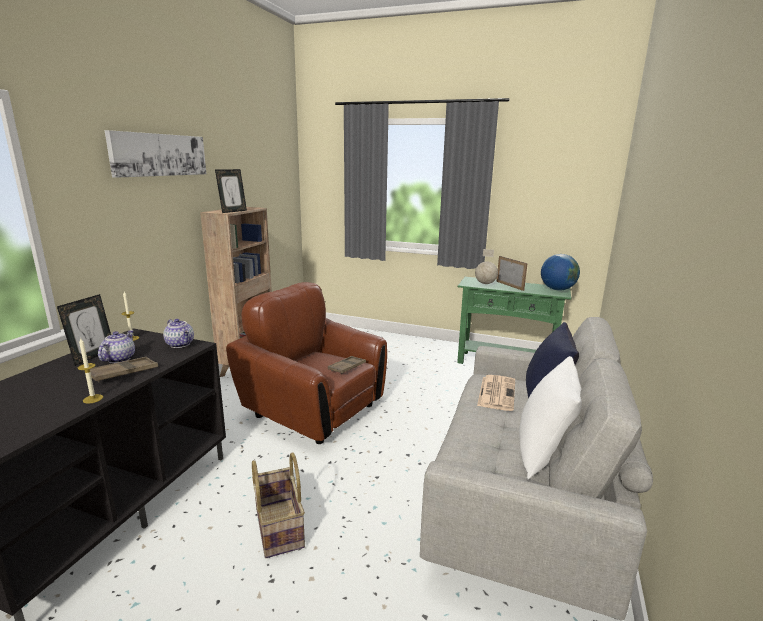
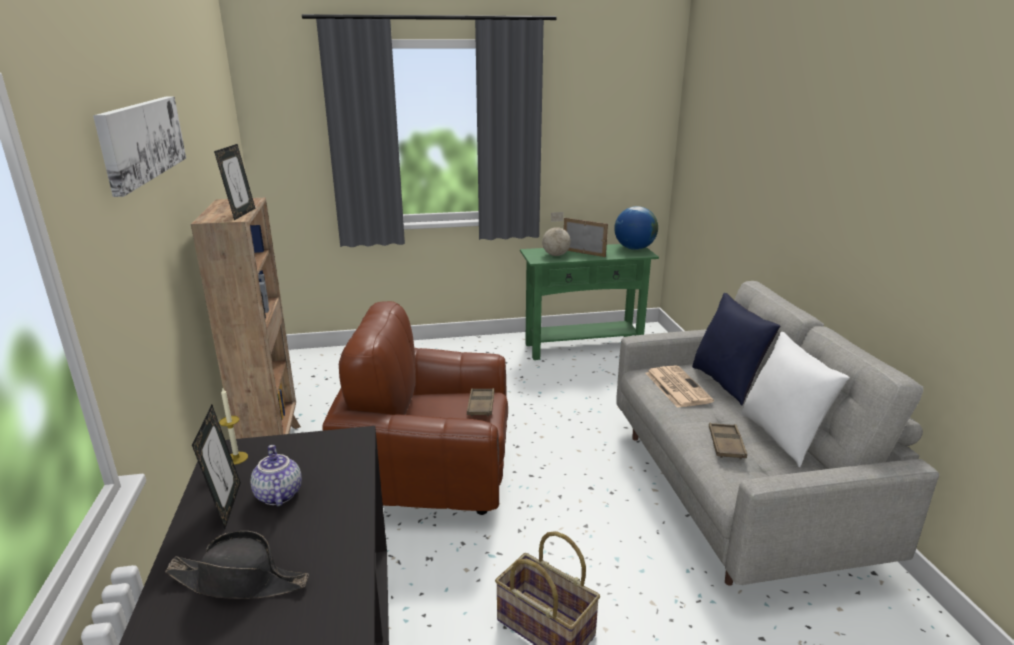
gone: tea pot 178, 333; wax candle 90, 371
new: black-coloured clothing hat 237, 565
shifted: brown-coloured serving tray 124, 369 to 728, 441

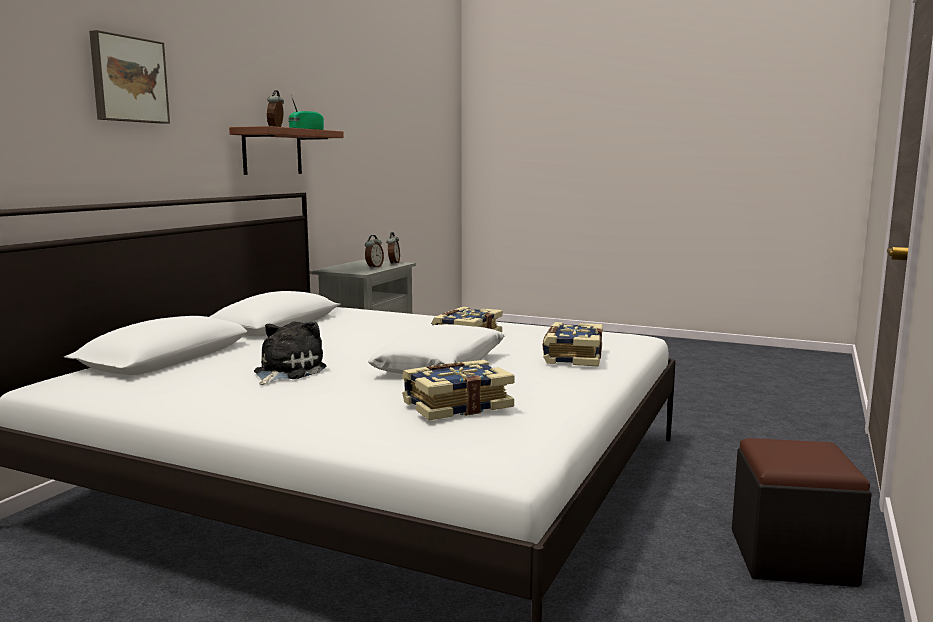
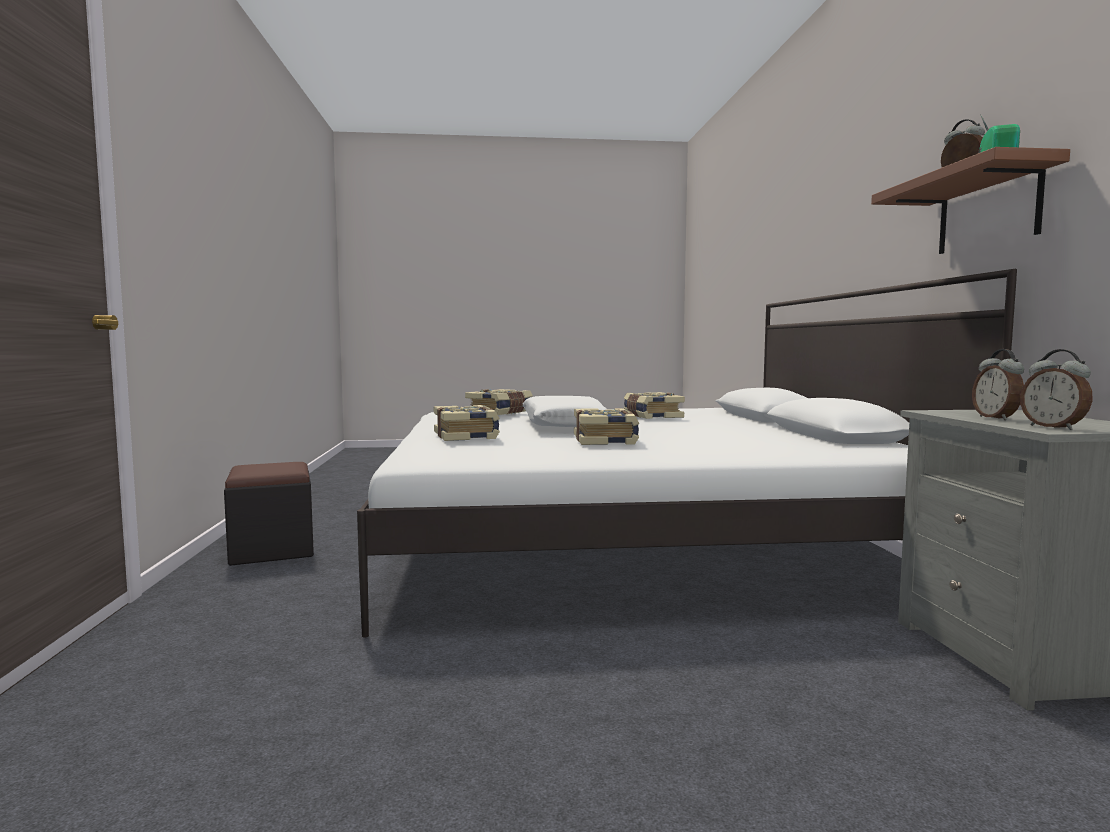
gone: wall picture 129, 77
swapped: cuddly toy 290, 353 to bound book 654, 405

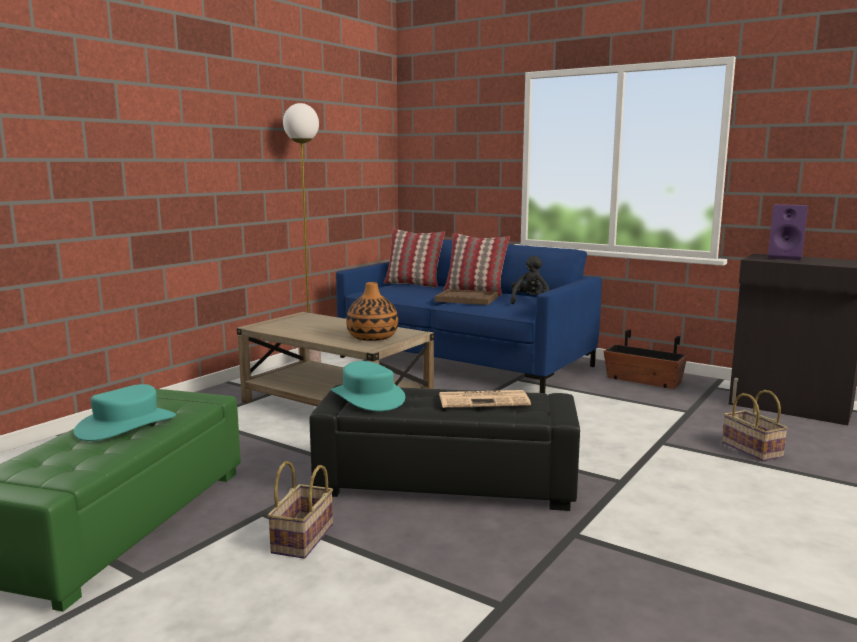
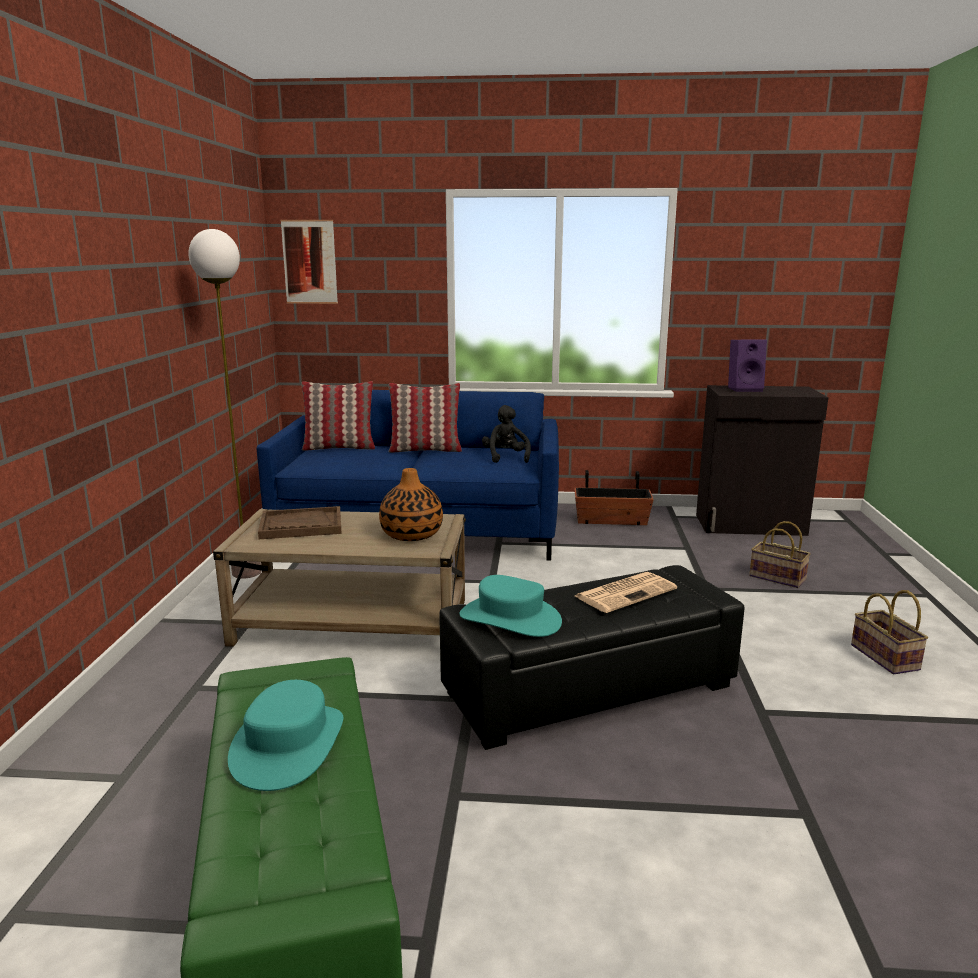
new: wall picture 309, 262
shifted: brown-coloured serving tray 466, 297 to 300, 522; storage basket 300, 510 to 889, 632

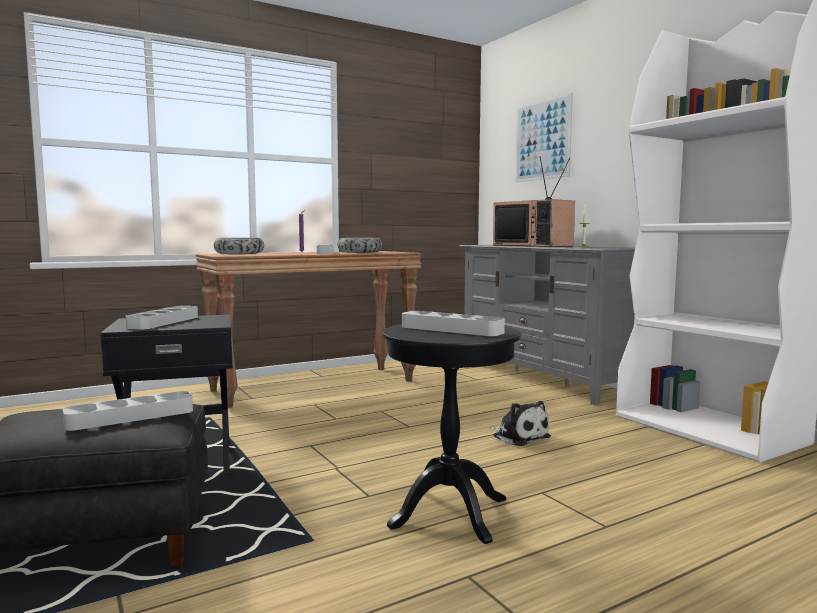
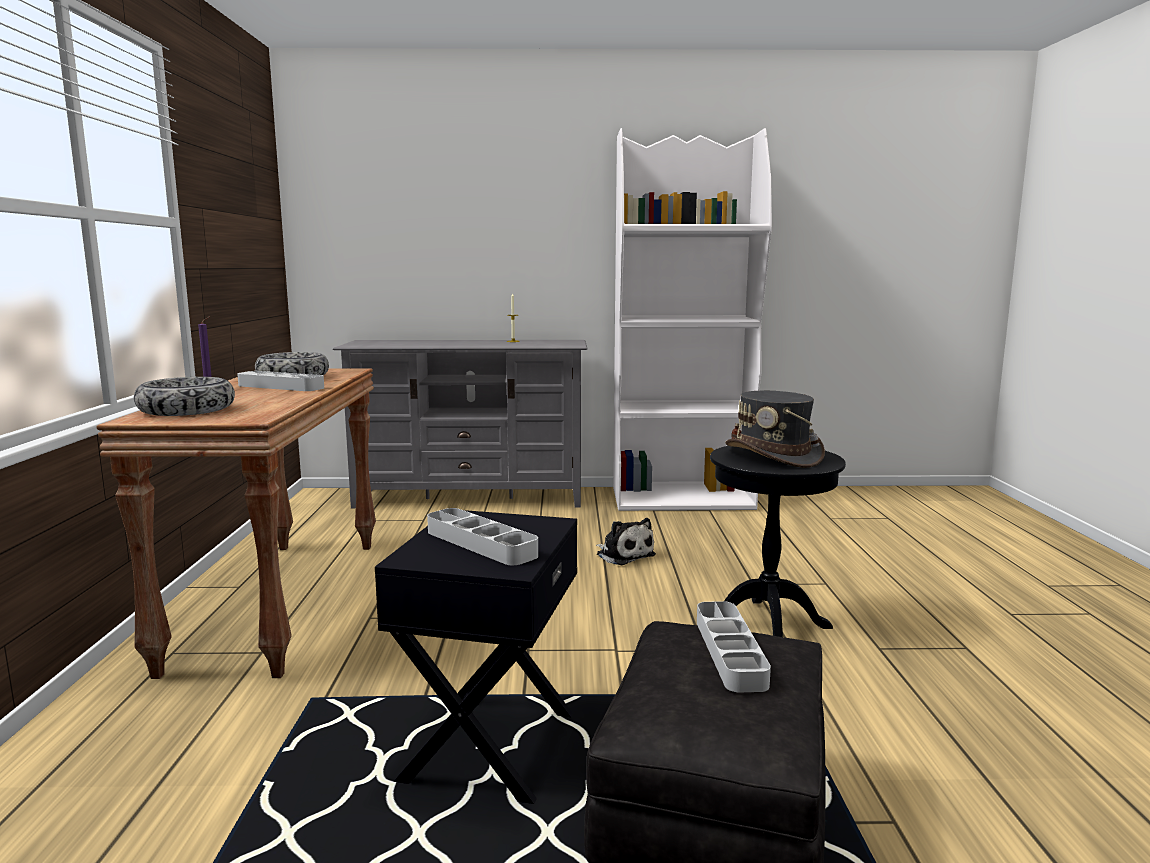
gone: wall picture 544, 137; TV set 534, 202
swapped: gray serving tray 453, 323 to gray clothing hat 775, 429
rotated: cuddly toy 520, 423 = 626, 541 60 degrees clockwise

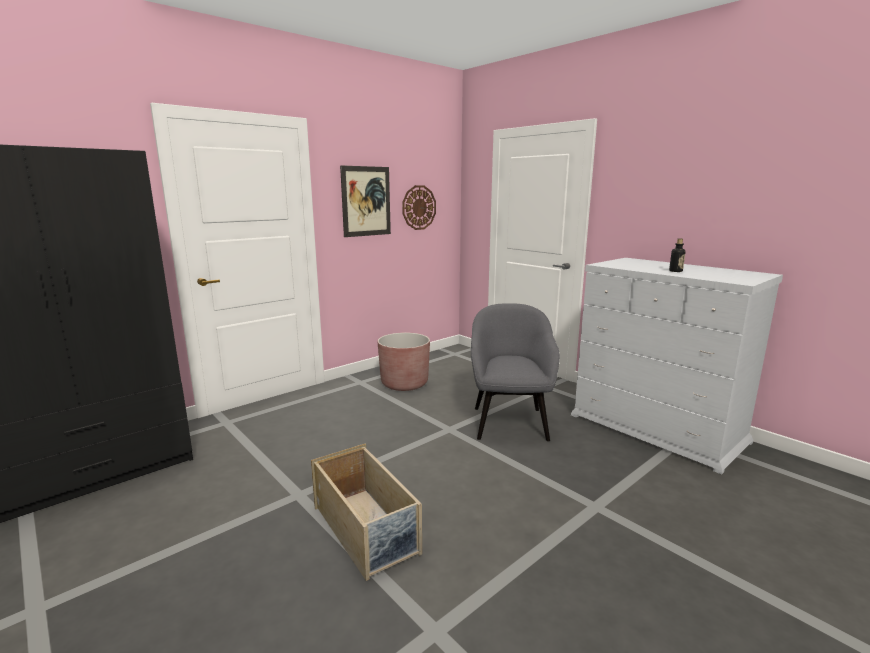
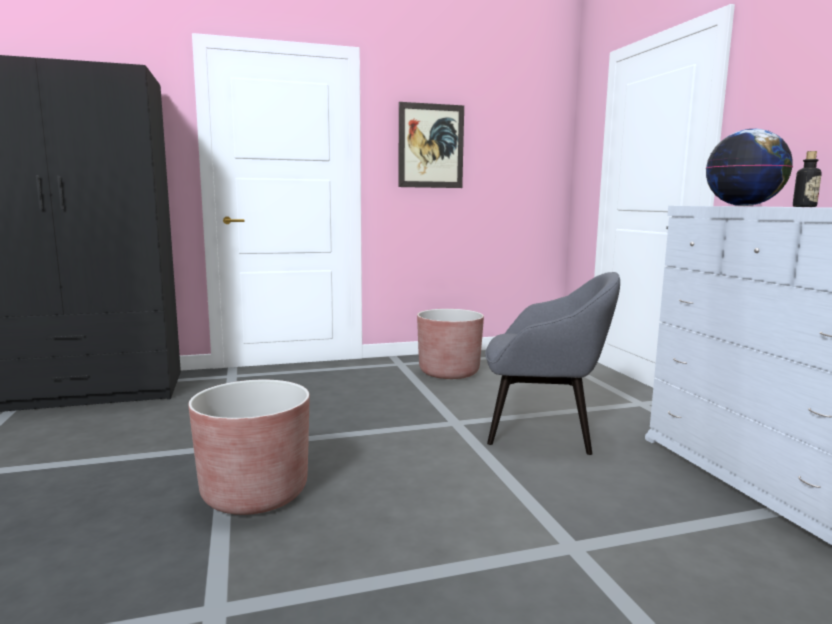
gone: hanging clock 419, 207
new: world globe 749, 167
swapped: sand-coloured storage box 366, 512 to brown-coloured plant pot 249, 447
rotated: gray armchair 515, 372 = 552, 363 75 degrees clockwise

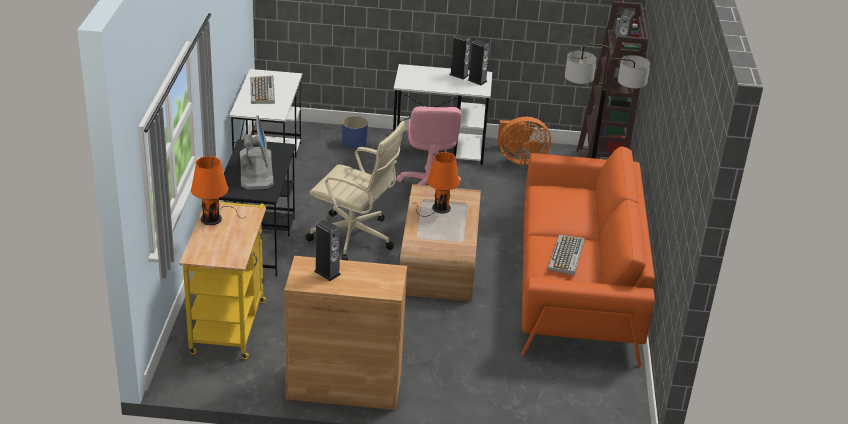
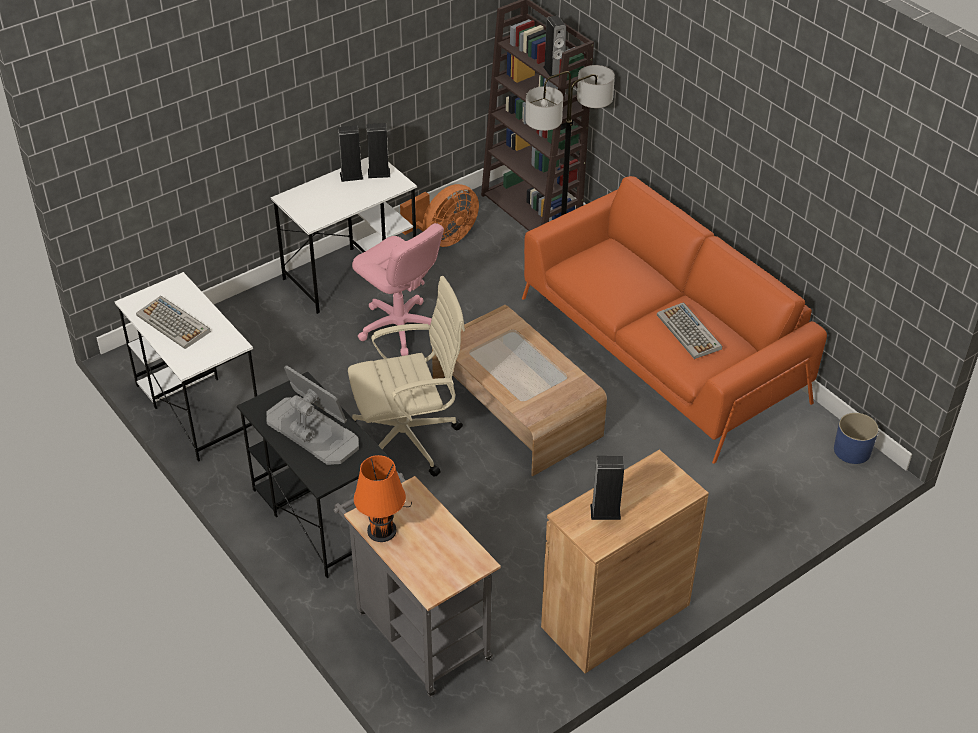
gone: orangey table lamp 436, 184
shifted: blue-coloured plant pot 355, 132 to 856, 438
repainted: yellow-coloured wheeled cart 223, 280 to gray wheeled cart 417, 584

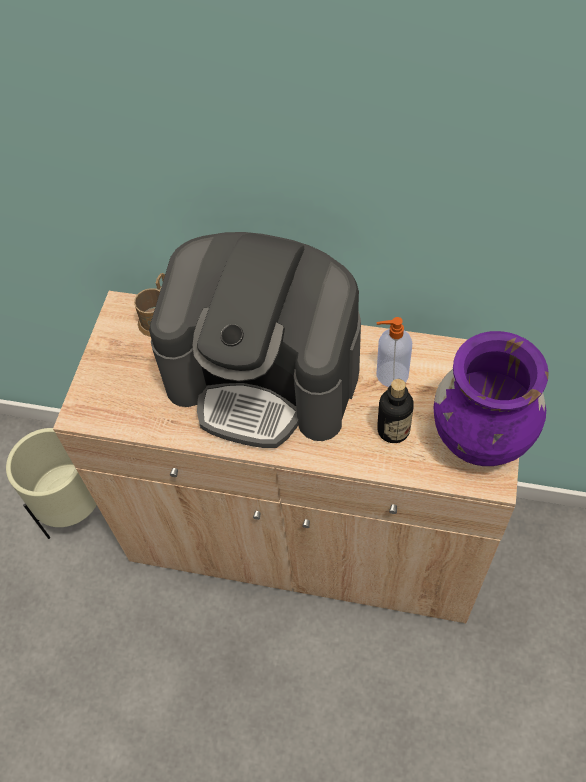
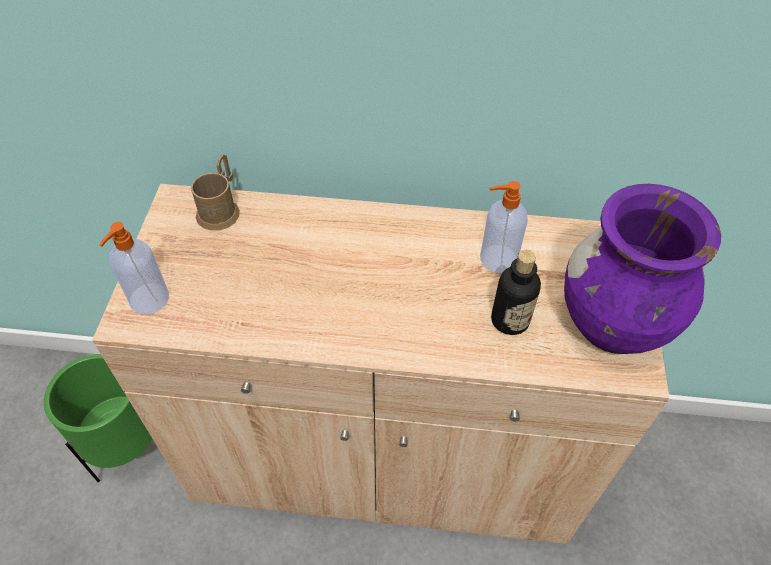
gone: coffee brewer 255, 340
new: liquid soap bottle 134, 268
repainted: sand-coloured plant pot 51, 483 to greenish plant pot 98, 418

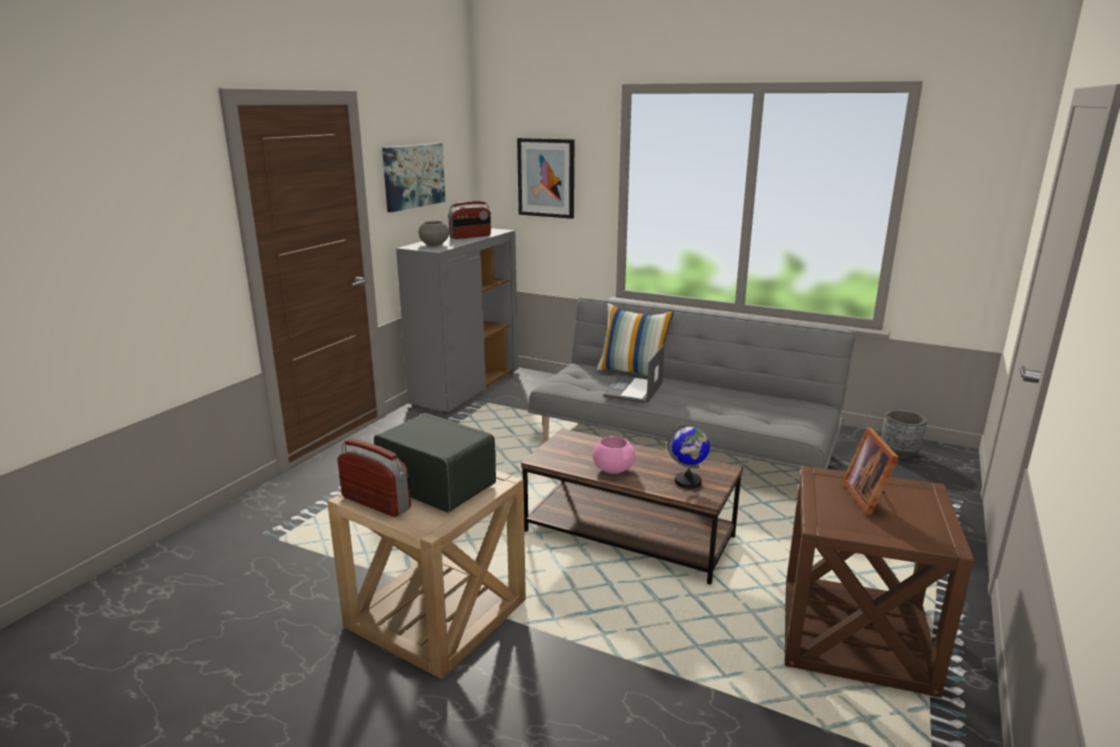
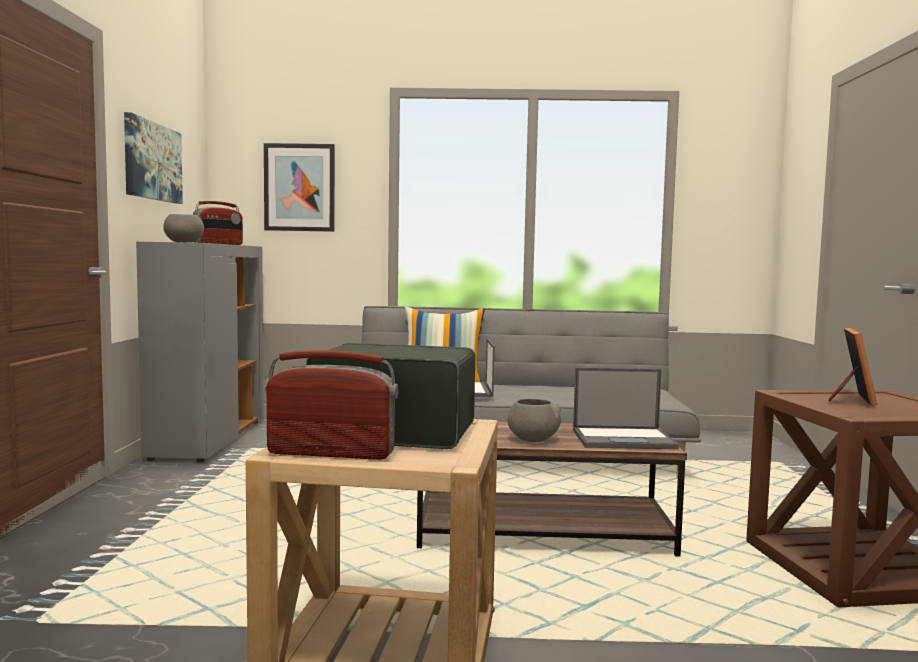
gone: gray plant pot 904, 434
swapped: world globe 688, 455 to notebook computer 626, 408
repainted: pink deep dish 614, 455 to gray deep dish 534, 420
rotated: picture frame 870, 471 = 853, 366 135 degrees counterclockwise

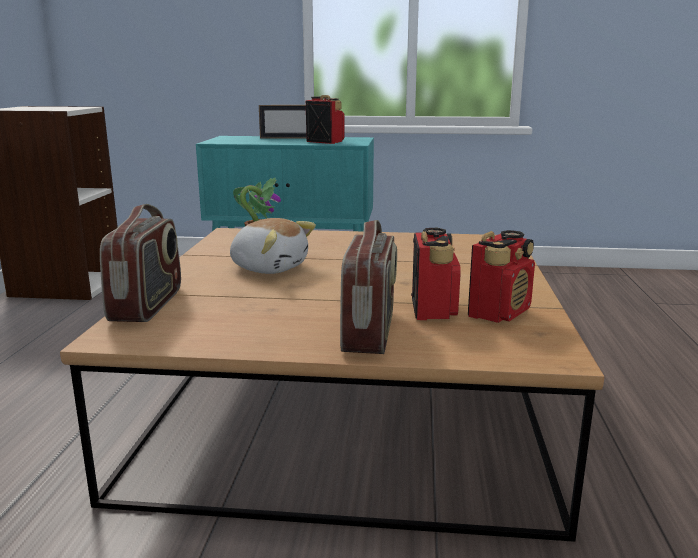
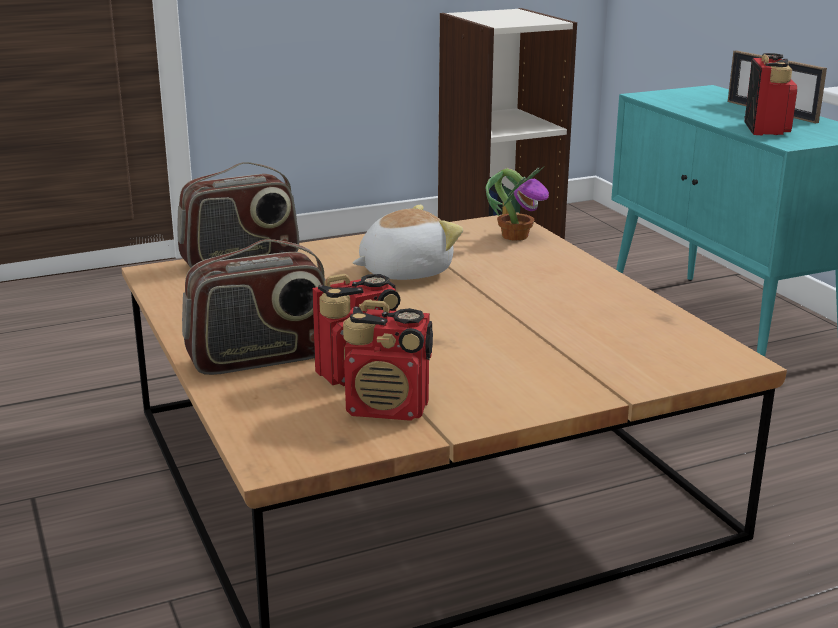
rotated: cuddly toy 273, 246 = 407, 242 120 degrees counterclockwise

